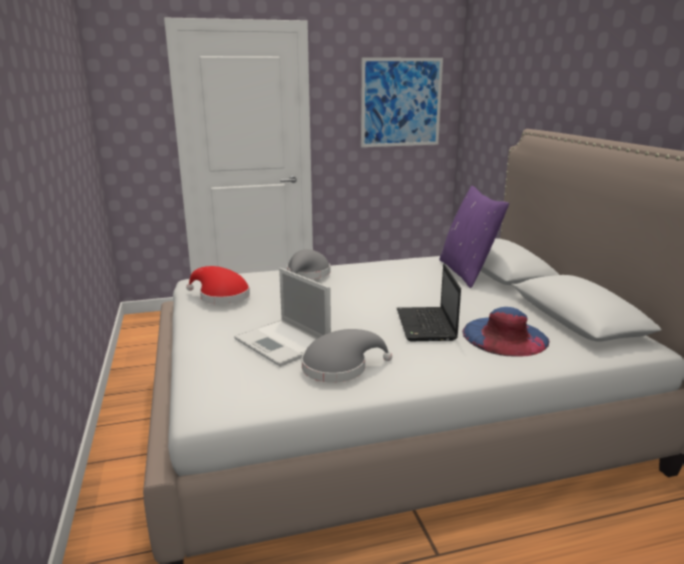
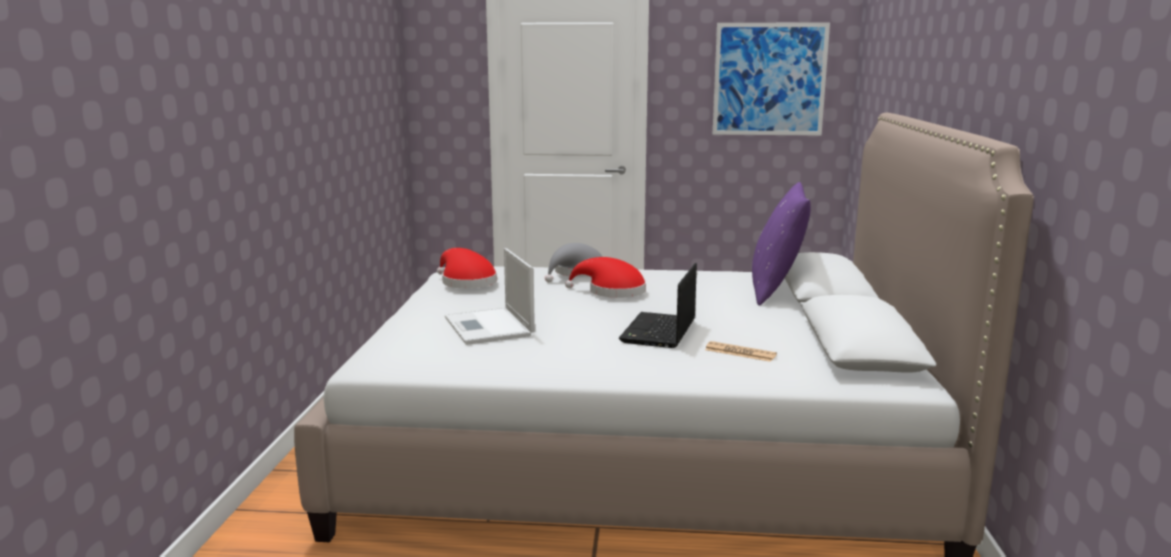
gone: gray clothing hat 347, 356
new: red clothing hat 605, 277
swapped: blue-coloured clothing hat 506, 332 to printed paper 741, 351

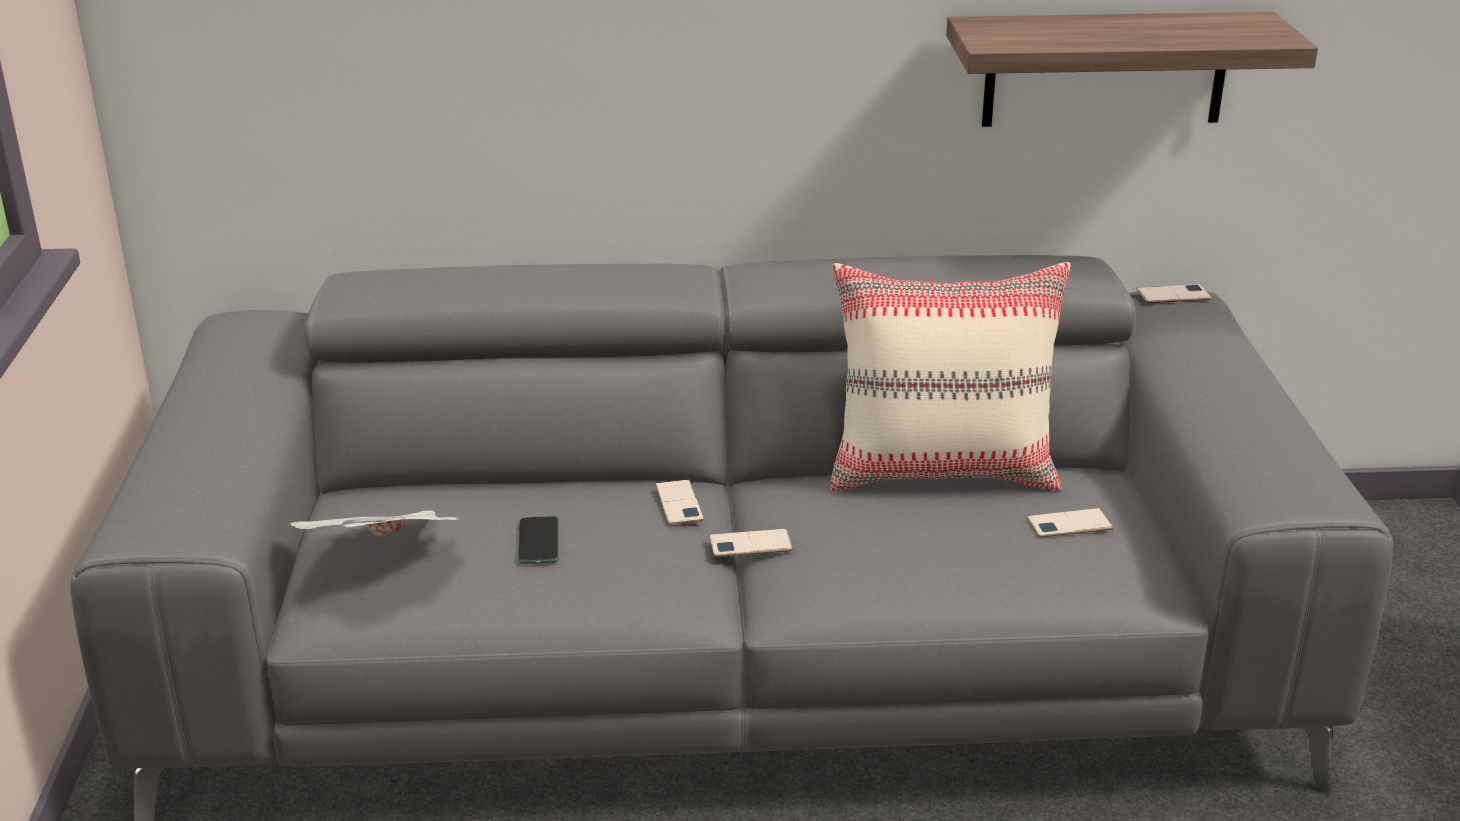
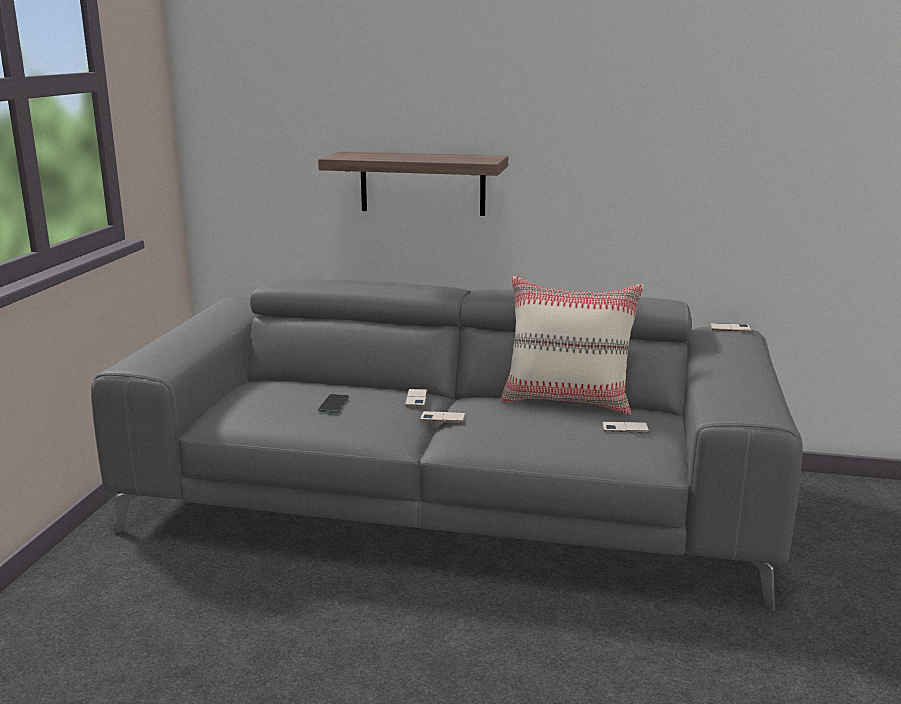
gone: printed paper 376, 523
shifted: wall shelf 1132, 69 to 413, 183

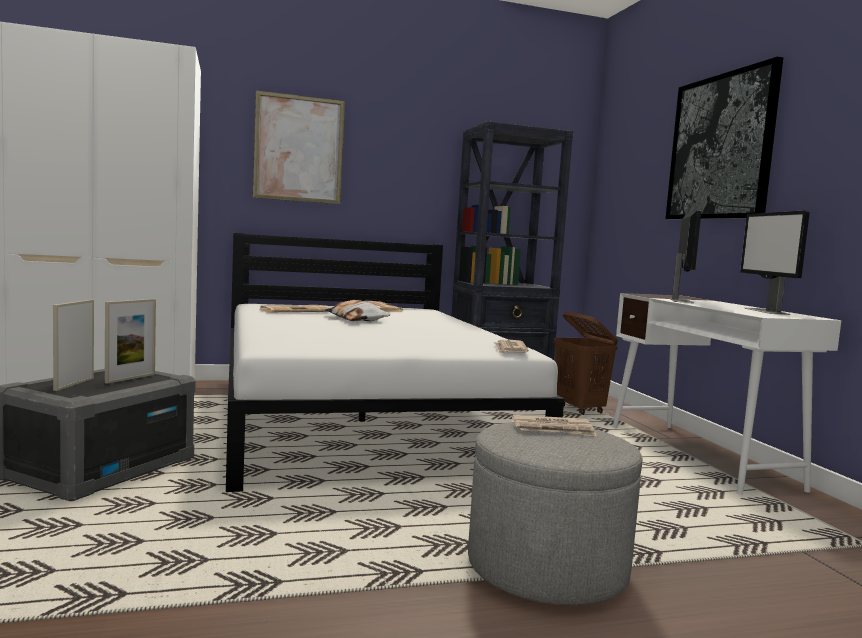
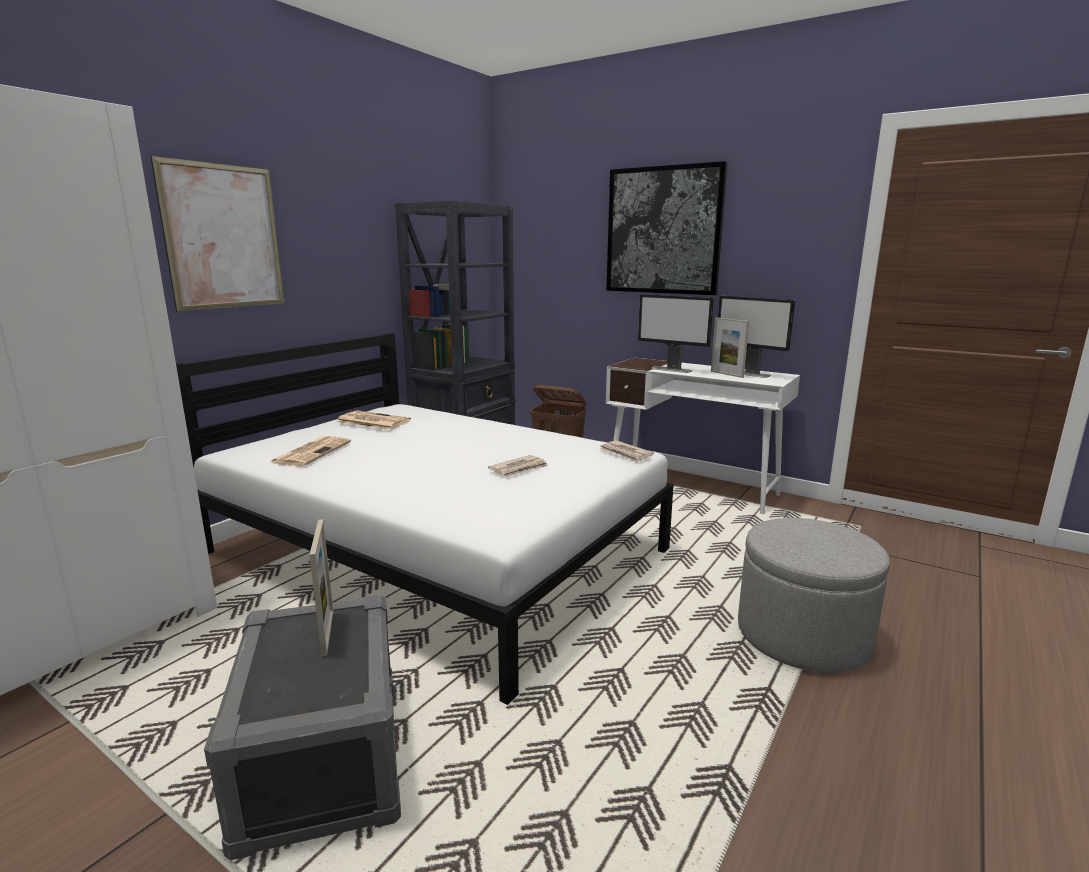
gone: throw pillow 357, 310
shifted: picture frame 73, 345 to 730, 348; printed paper 554, 426 to 518, 465
rotated: monitor 685, 256 = 676, 333 150 degrees clockwise

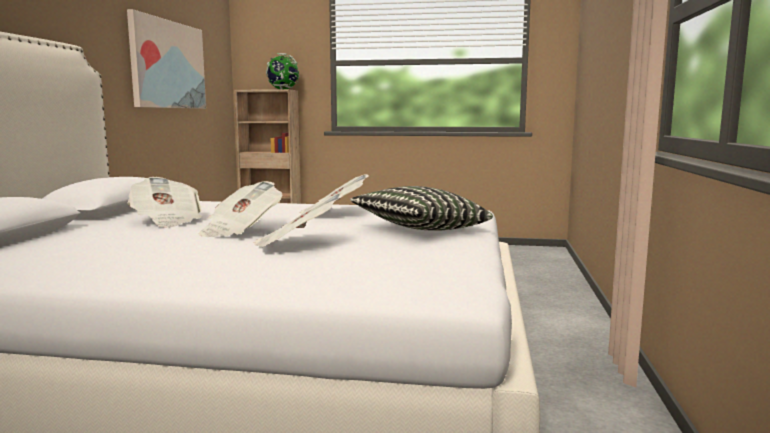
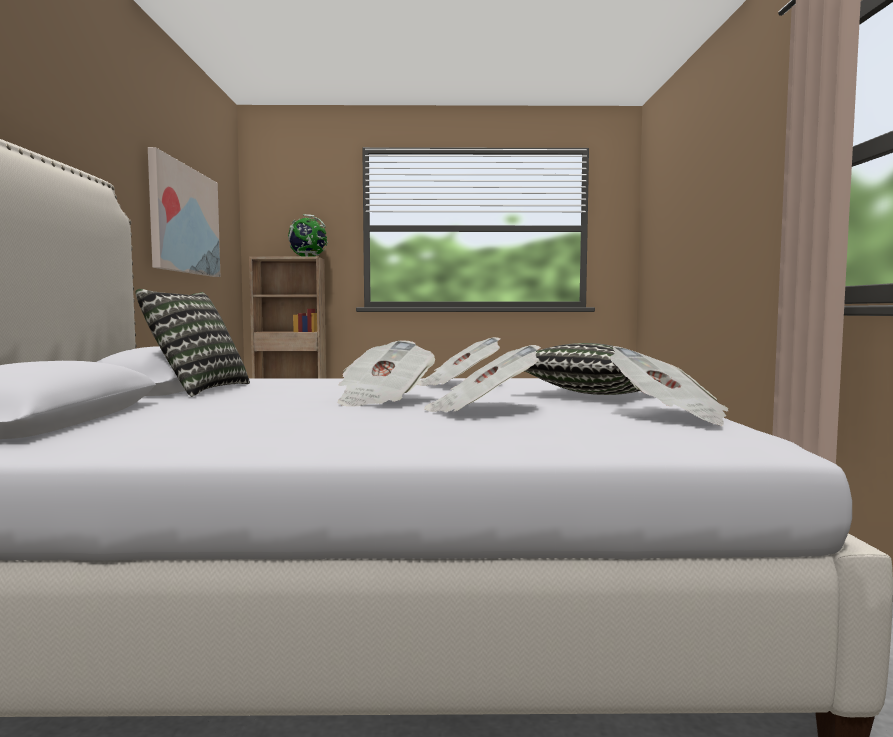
new: throw pillow 192, 343
shifted: printed paper 164, 202 to 669, 386

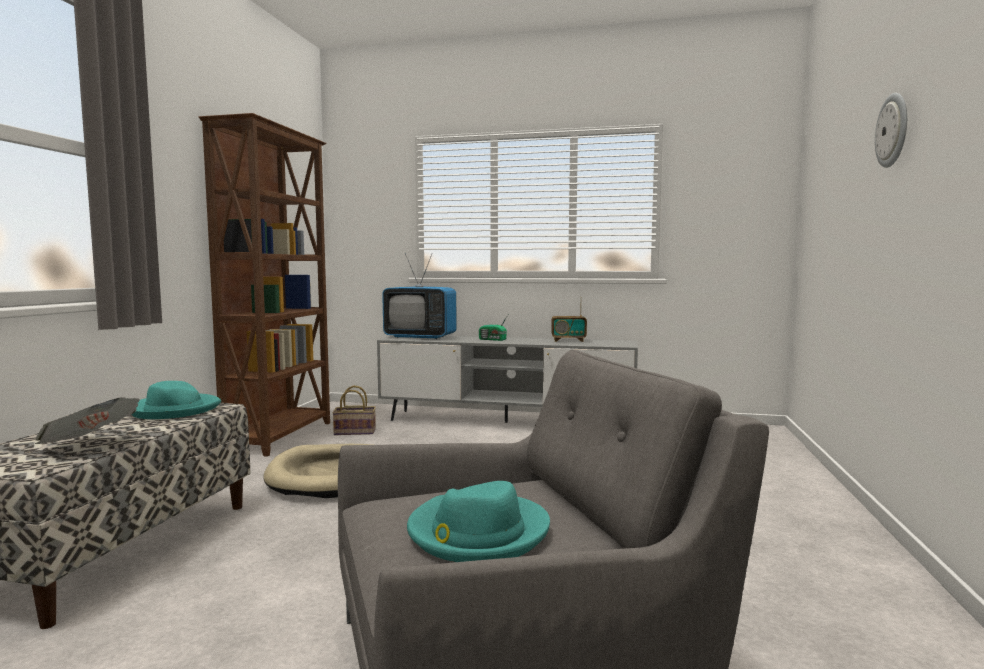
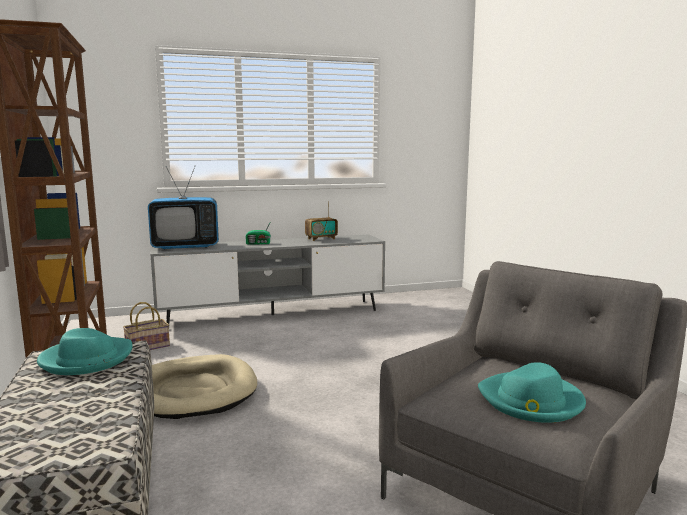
gone: hanging clock 891, 130; printed paper 87, 420

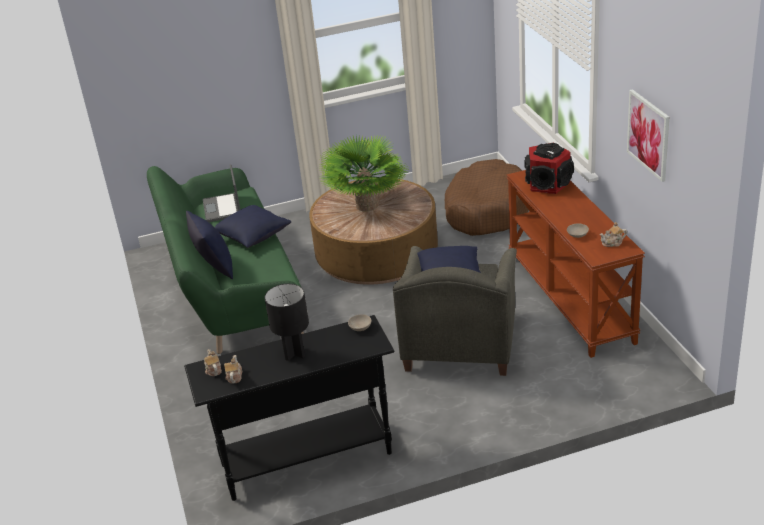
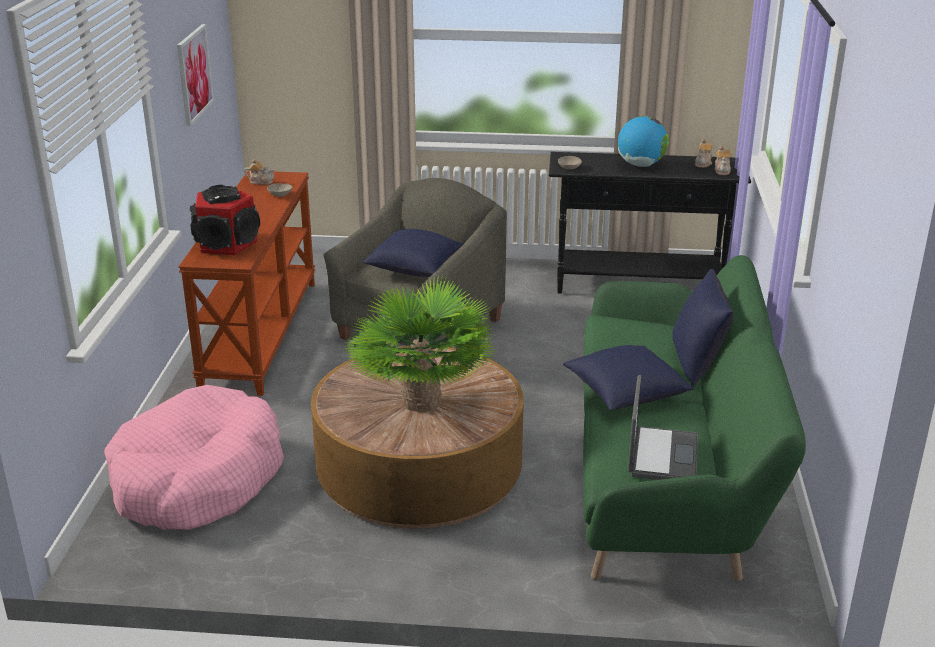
swapped: black-coloured table lamp 287, 322 to world globe 643, 141
repainted: brown-coloured pet bed 487, 197 to pink pet bed 194, 457

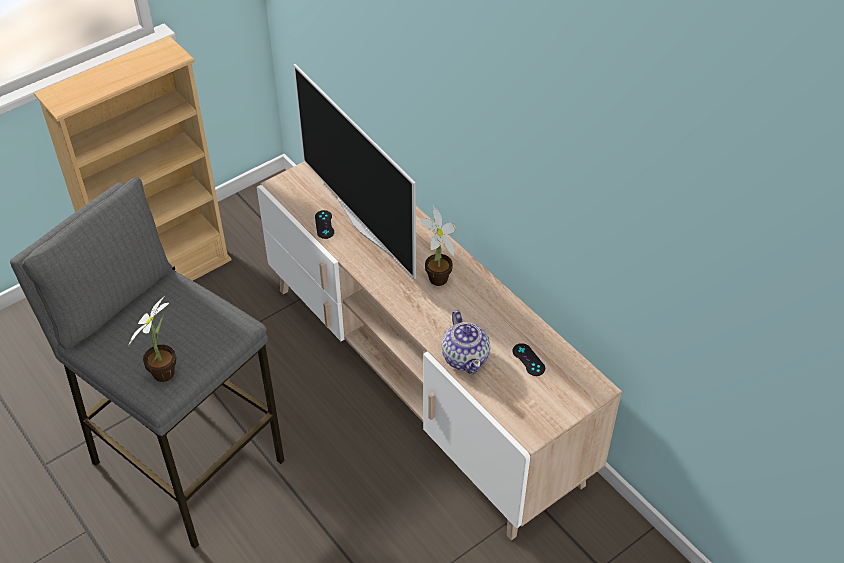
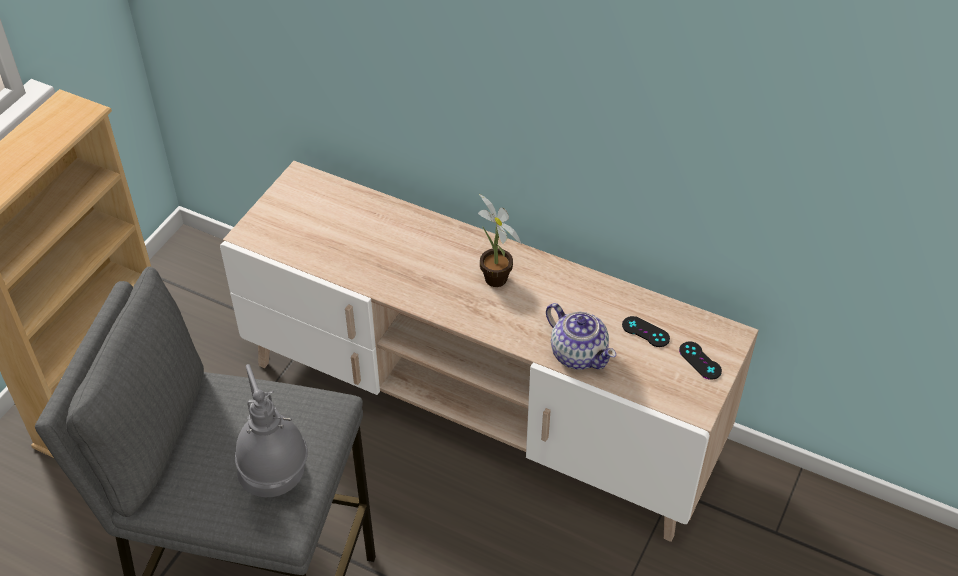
gone: TV set 354, 171
shifted: black-coloured game controller 324, 224 to 700, 361
swapped: houseplant 152, 339 to gray table lamp 271, 430

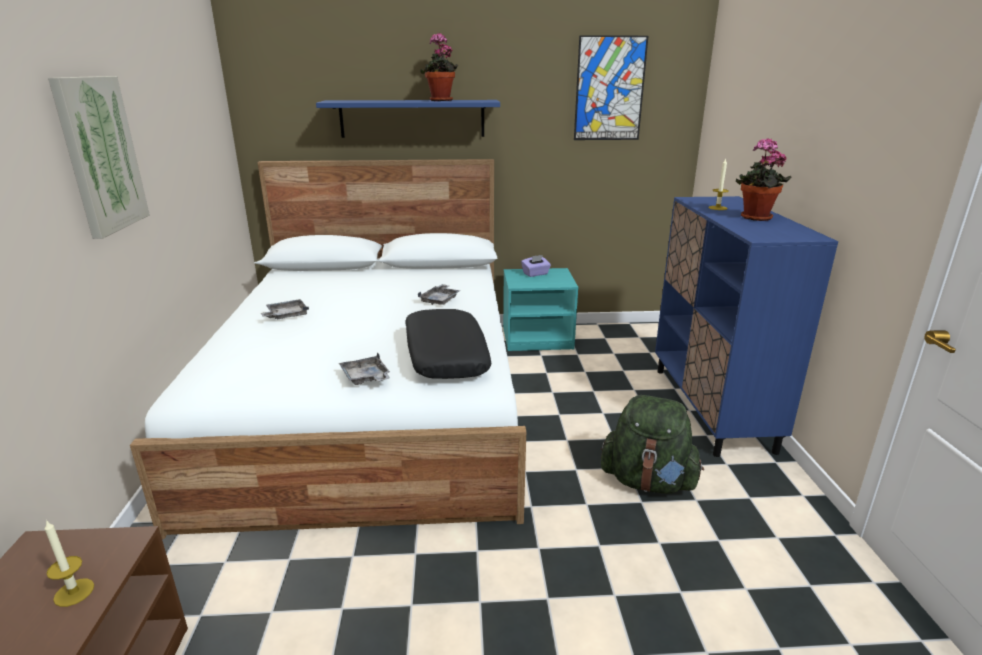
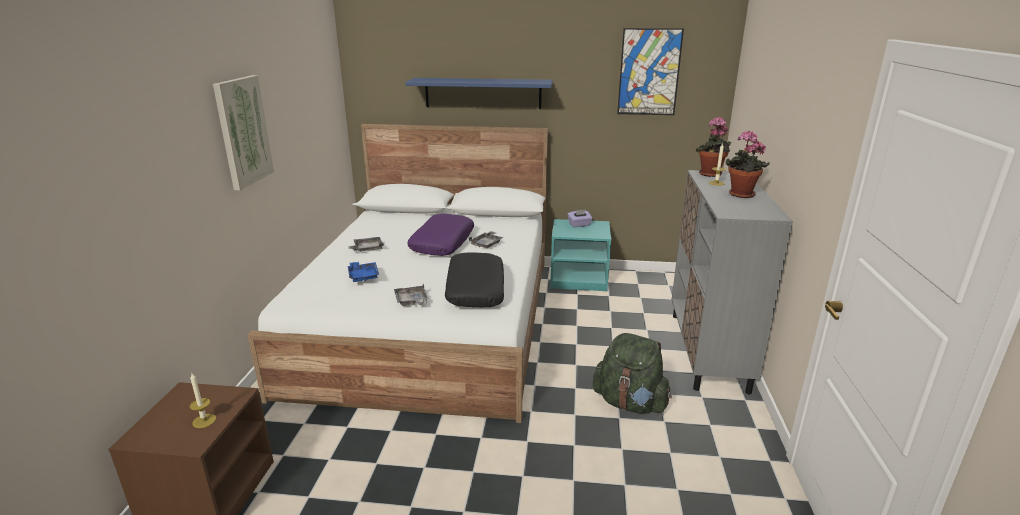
new: purple throw pillow 440, 235; blue-coloured serving tray 363, 272
shifted: houseplant 439, 67 to 713, 147
repainted: blue-coloured cupboard 746, 326 to gray cupboard 732, 282

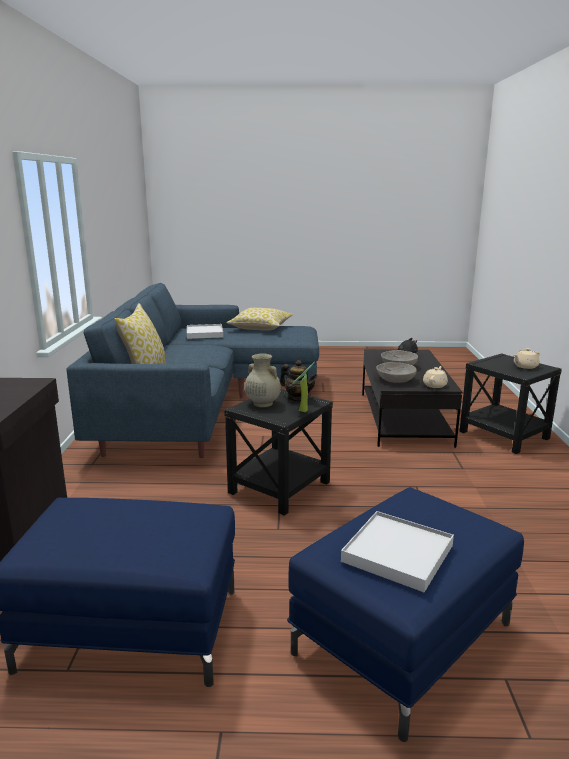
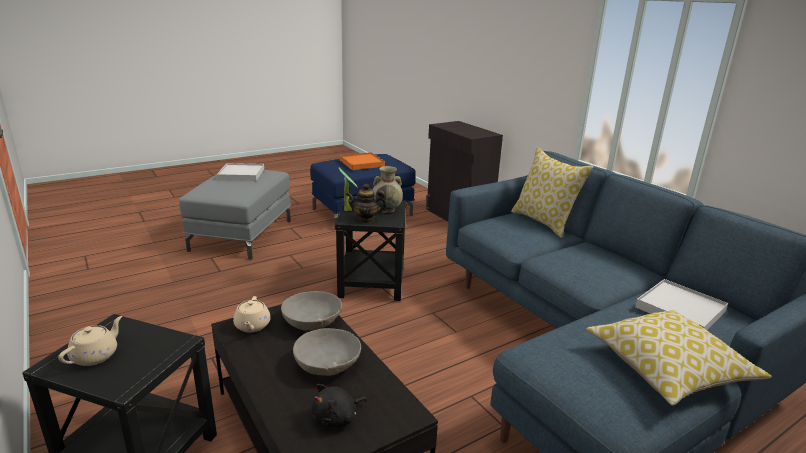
new: orangey serving tray 362, 161
repainted: blue-coloured pouffe 405, 614 to gray pouffe 235, 215

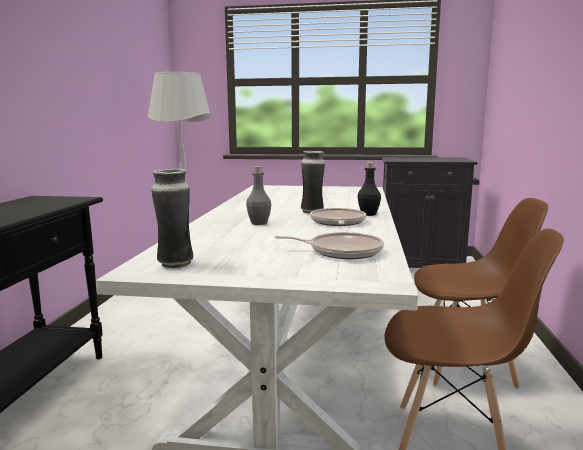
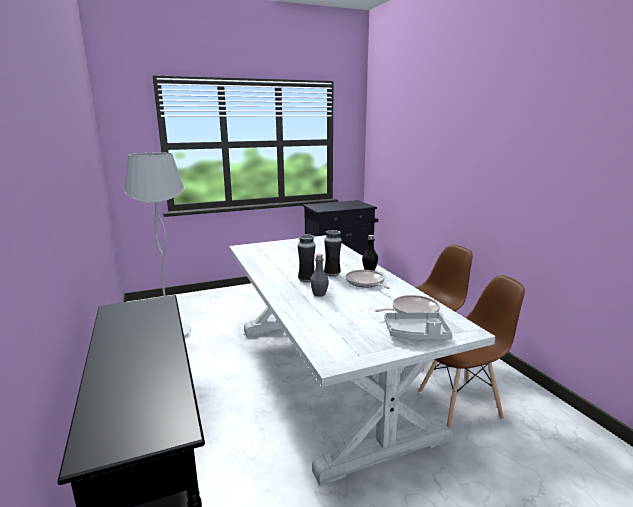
new: gray serving tray 419, 326
shifted: flower vase 172, 218 to 307, 258

